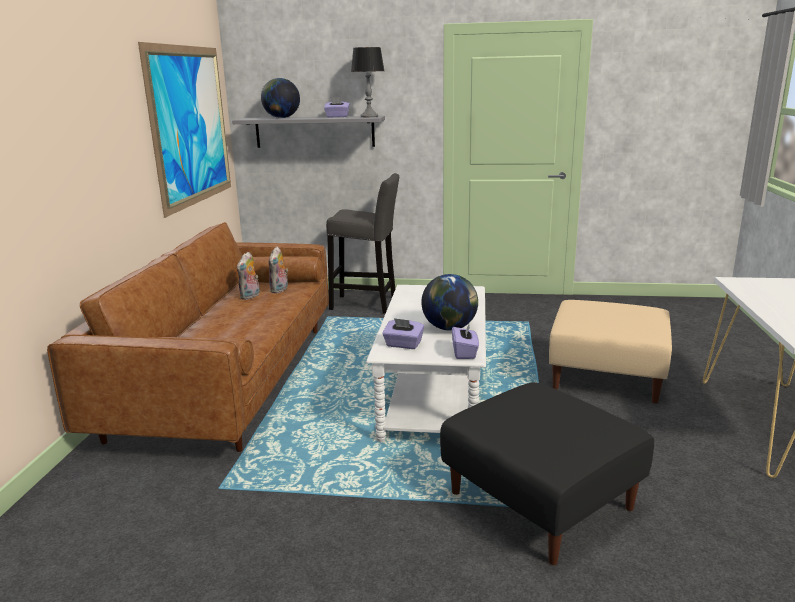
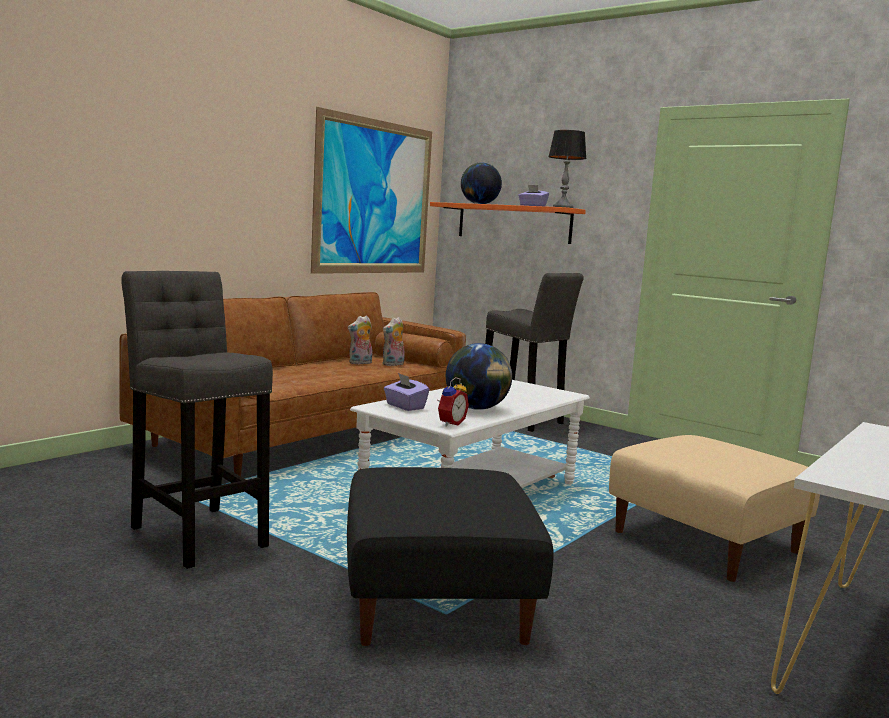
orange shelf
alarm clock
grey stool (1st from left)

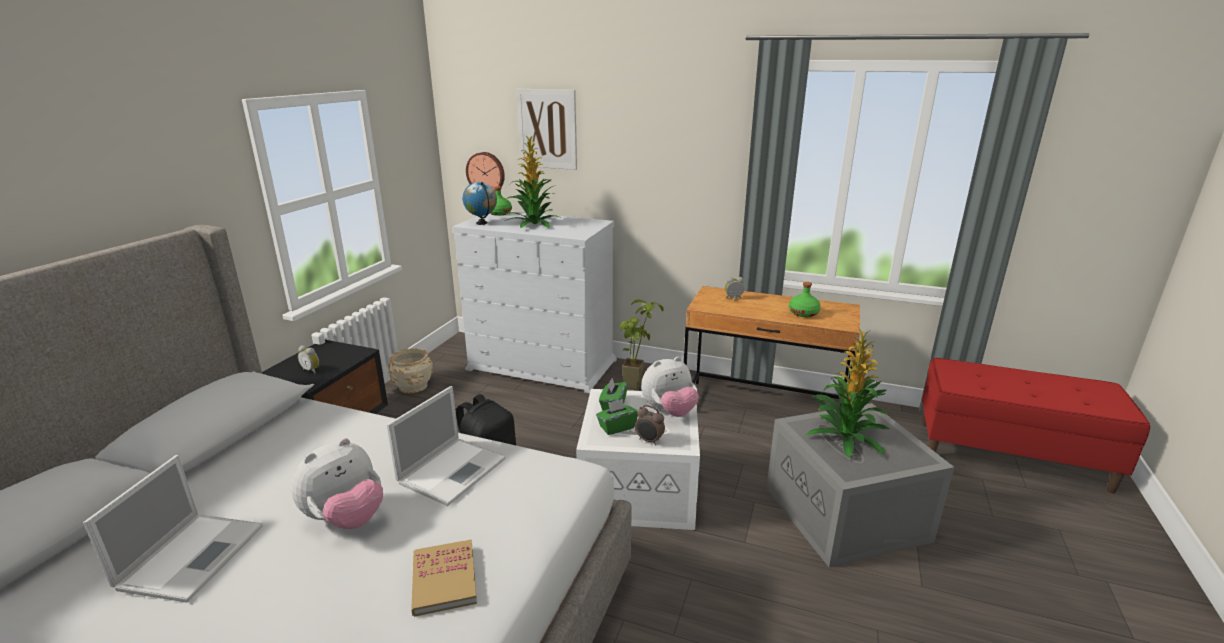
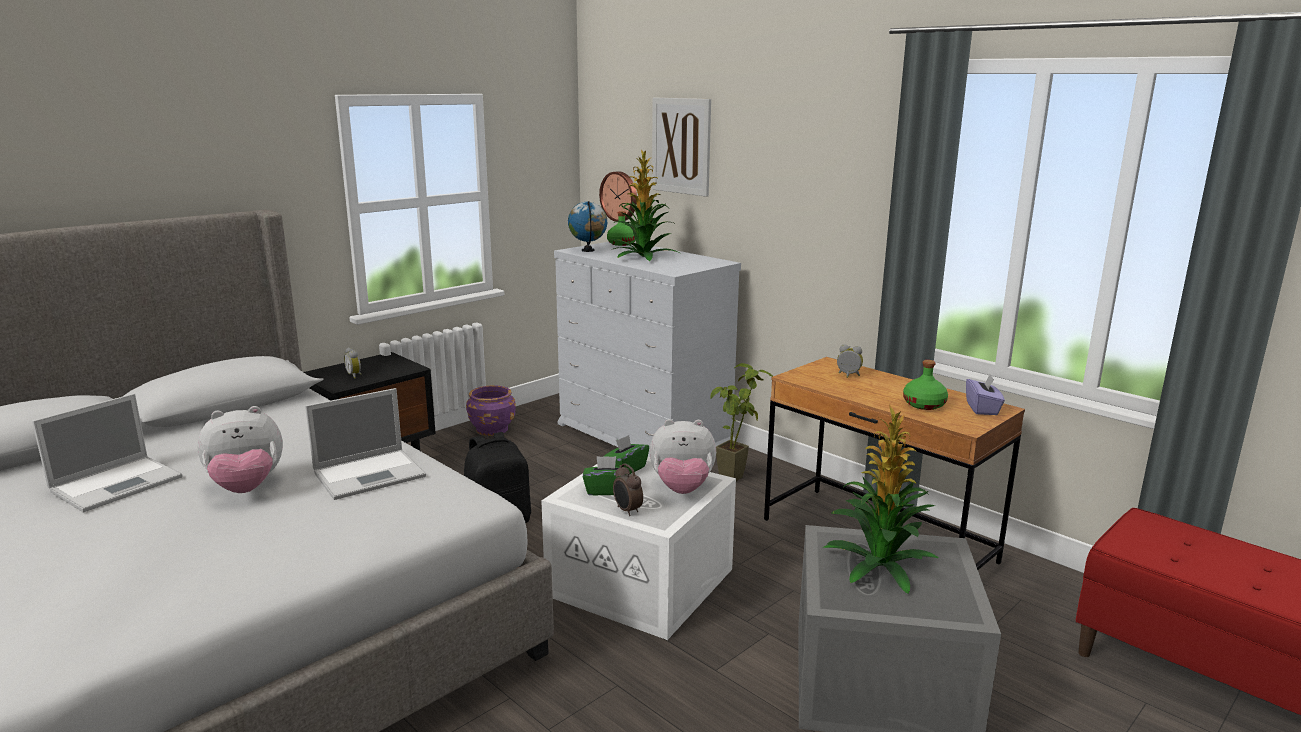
purple planter
book
purple tissue box

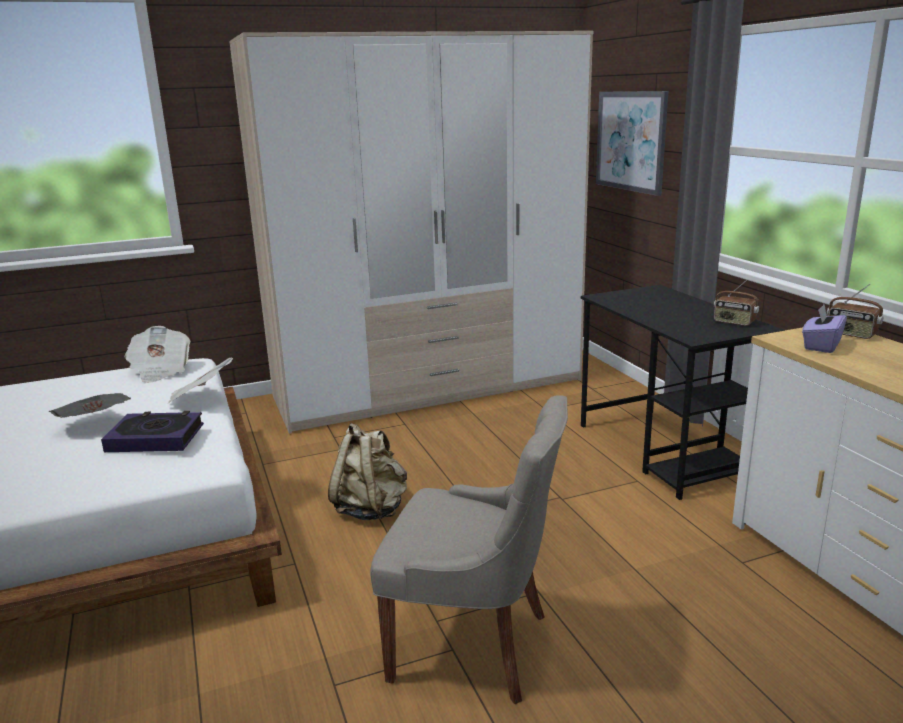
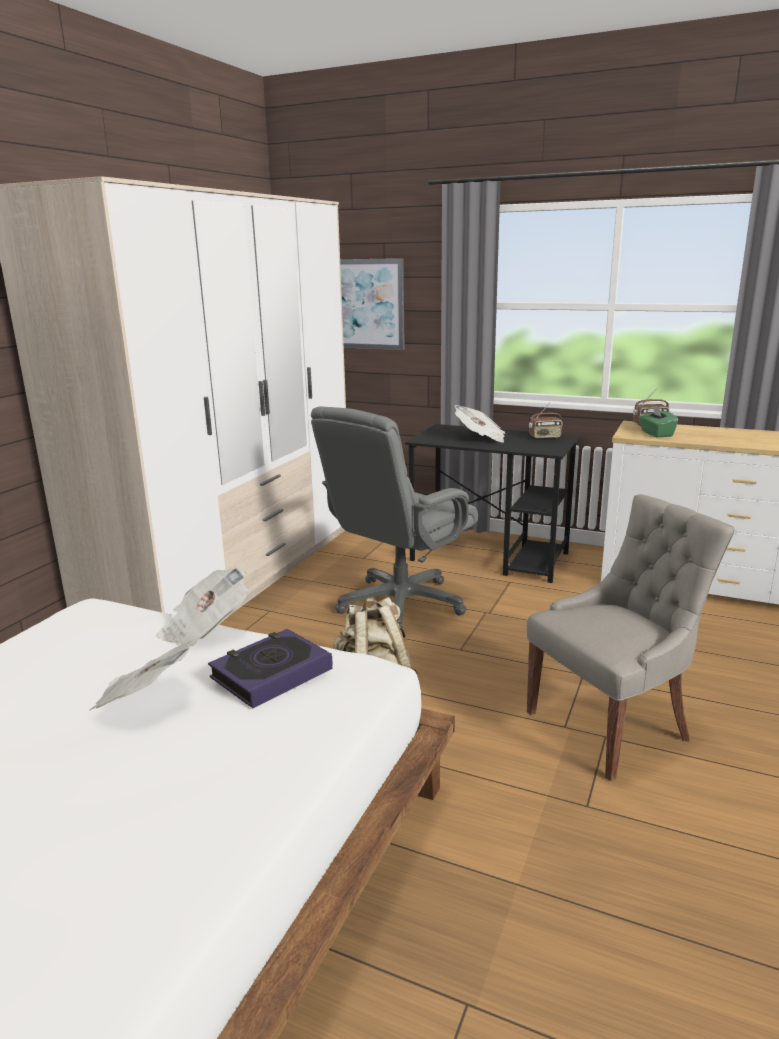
newspaper (3rd from left)
green tissue box
grey office chair

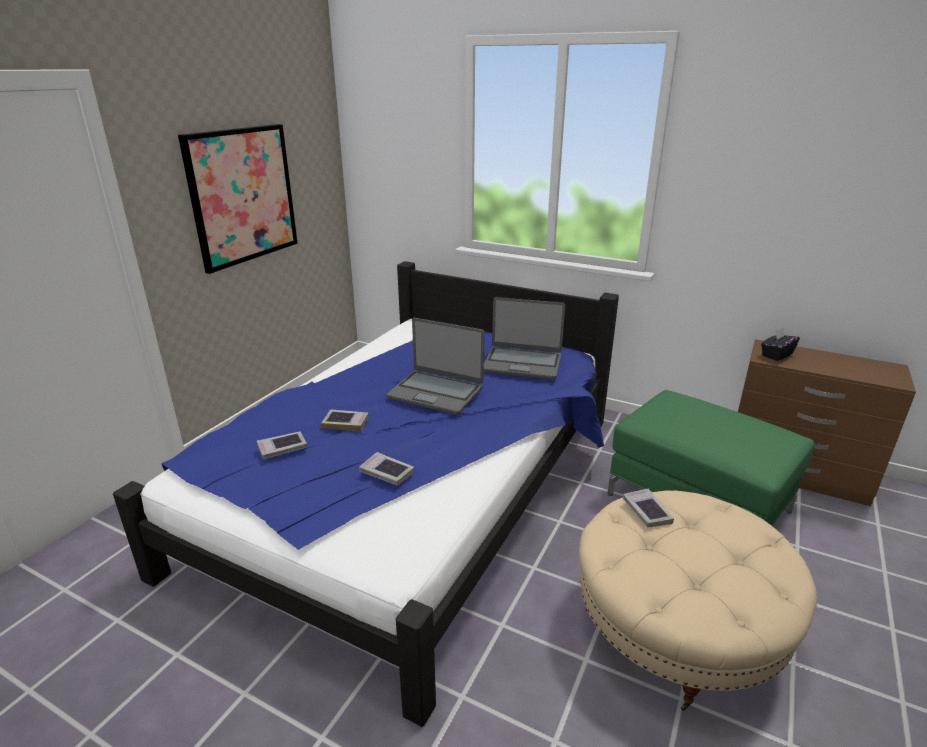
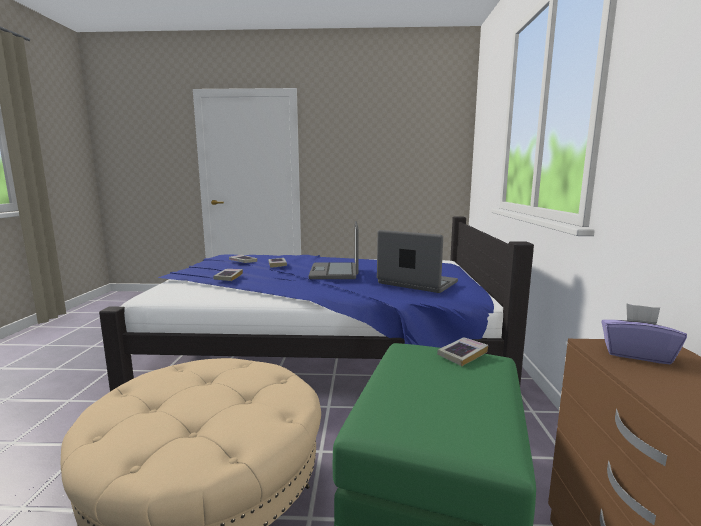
picture
laptop (2nd from left)
book (4th from left)
purple tissue box

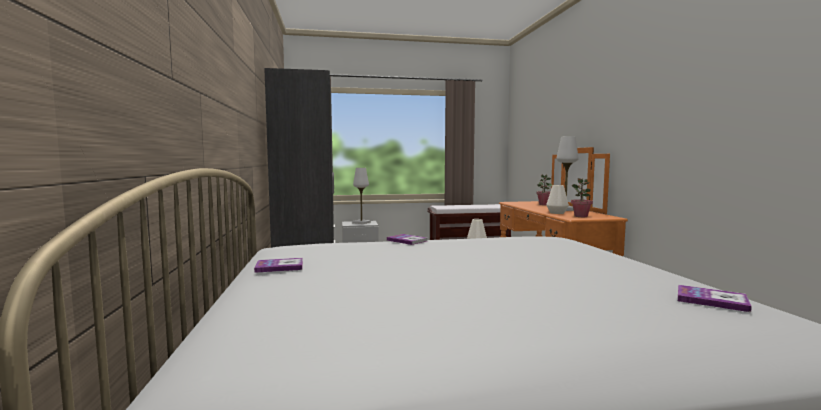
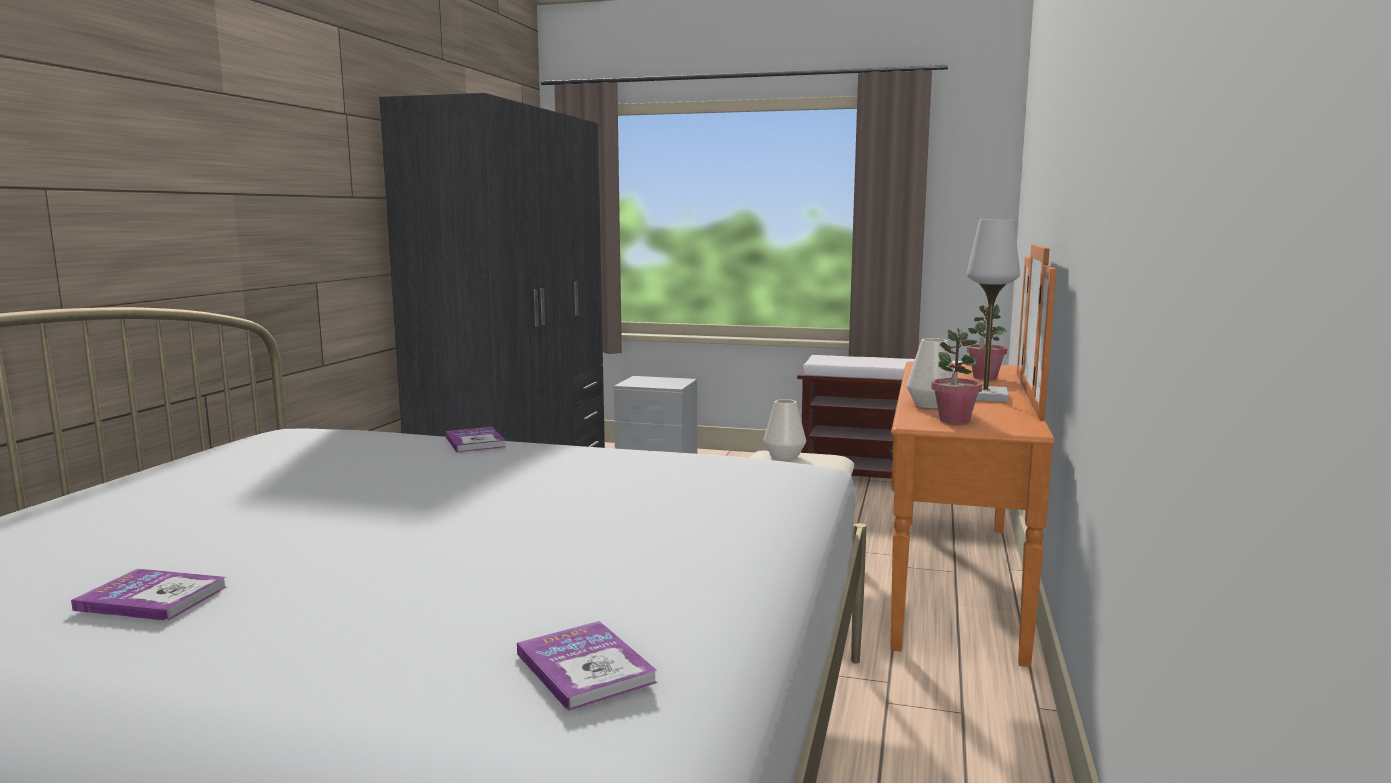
book (1st from left)
white table lamp (1st from left in the first image)

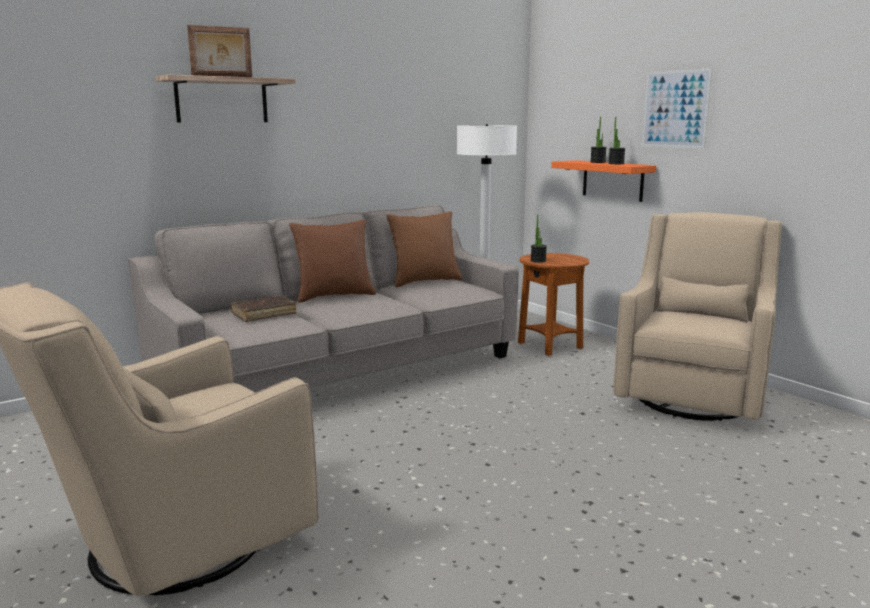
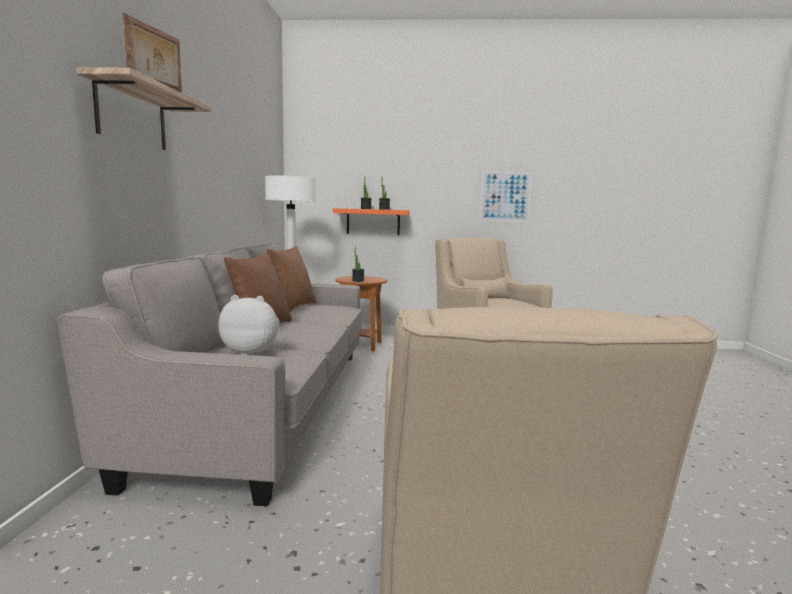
plush toy
picture

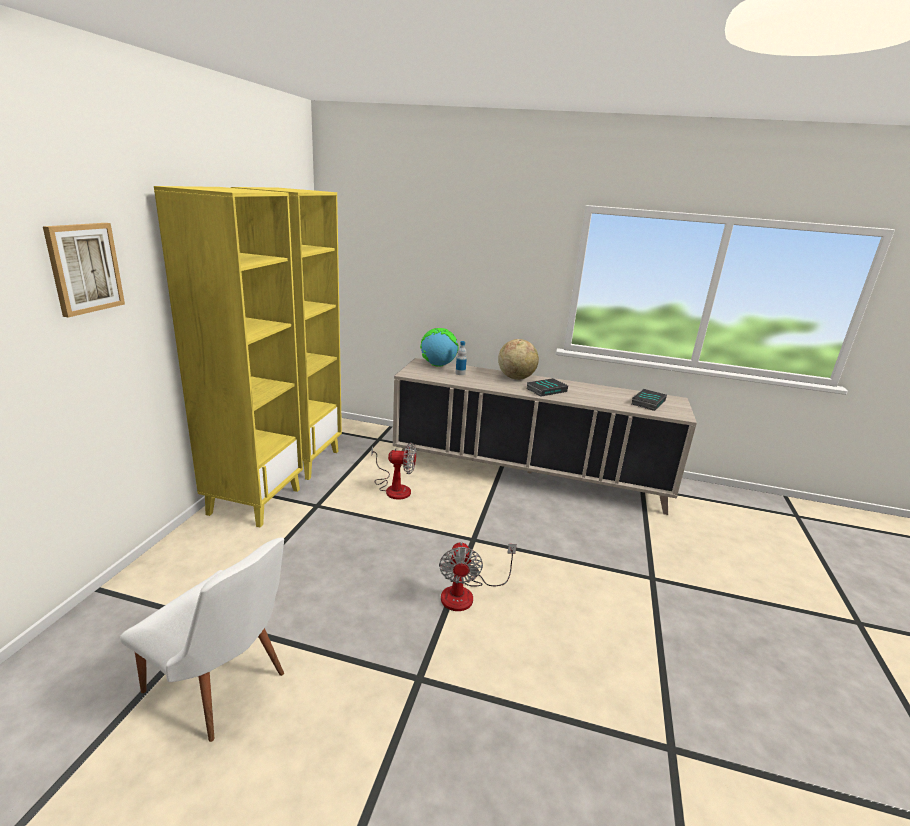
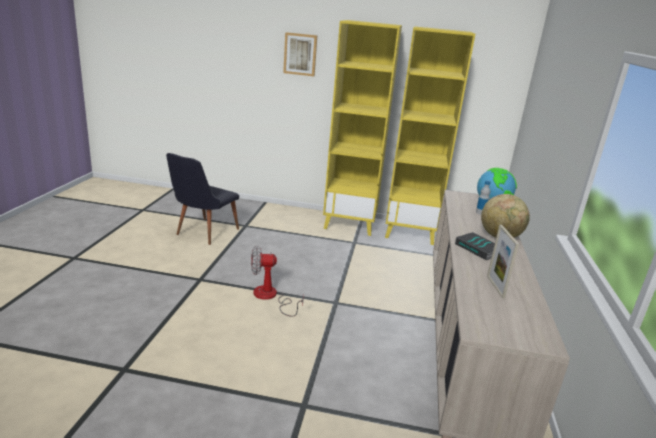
black chair
fan (1st from left in the first image)
book (2nd from left in the first image)
picture frame

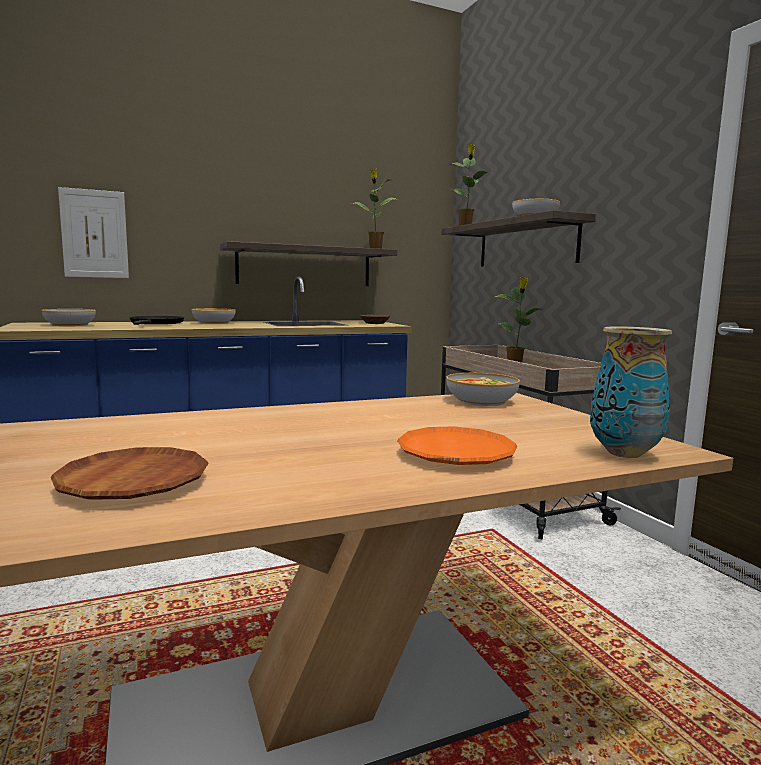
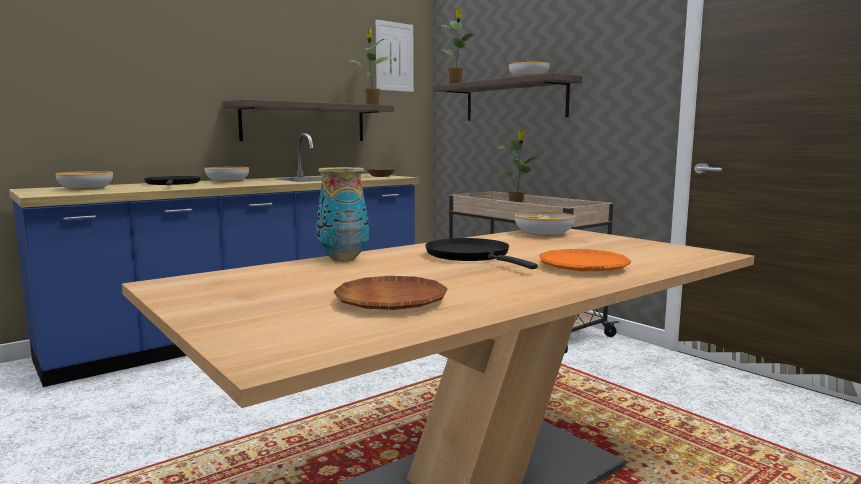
picture
vase
black frying pan (2nd from left)

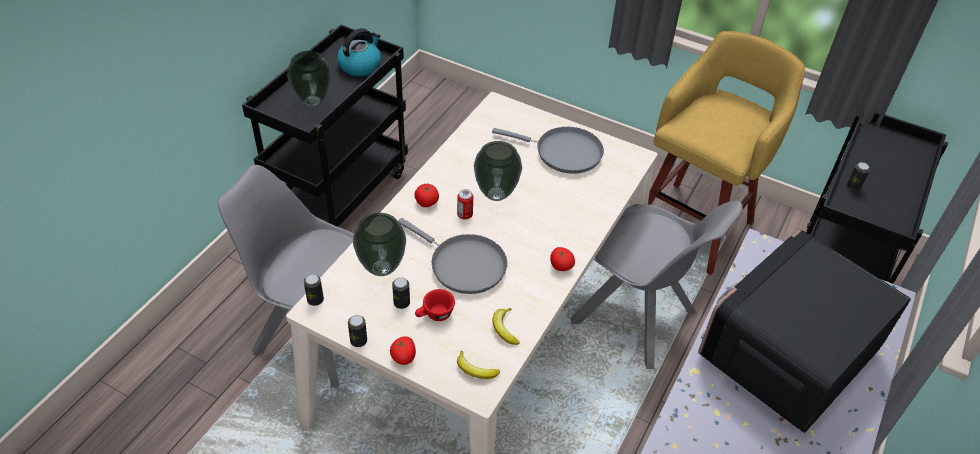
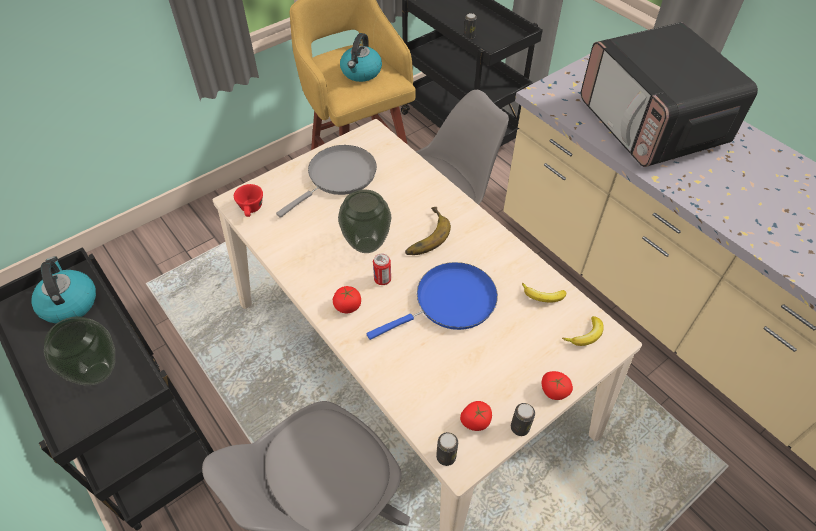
vase (2nd from left in the first image)
can (3rd from left in the first image)
blue frying pan
red cup
tomato (2nd from left)
kettle (2nd from left)
banana (1st from left)

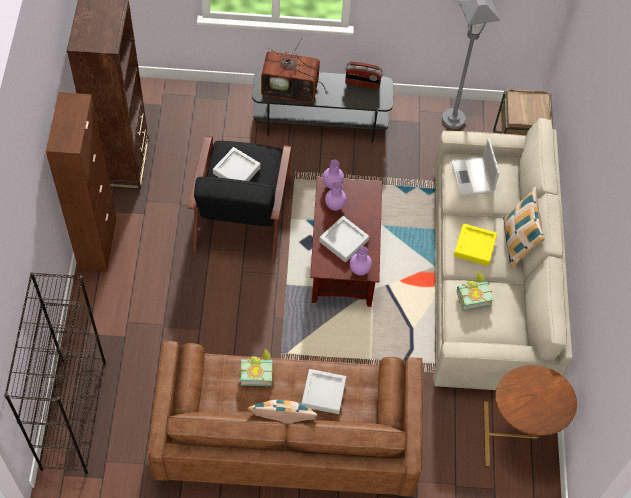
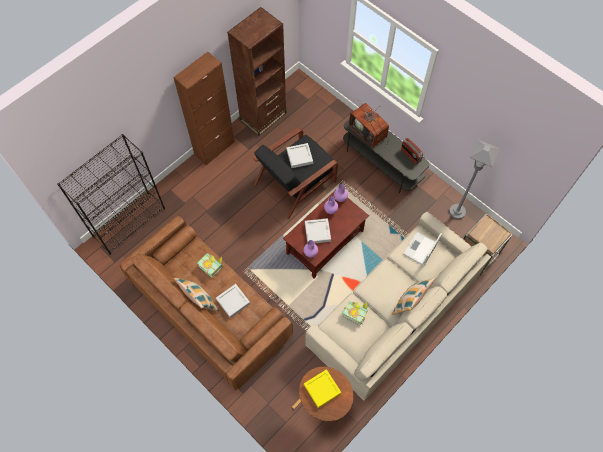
yellow tray

